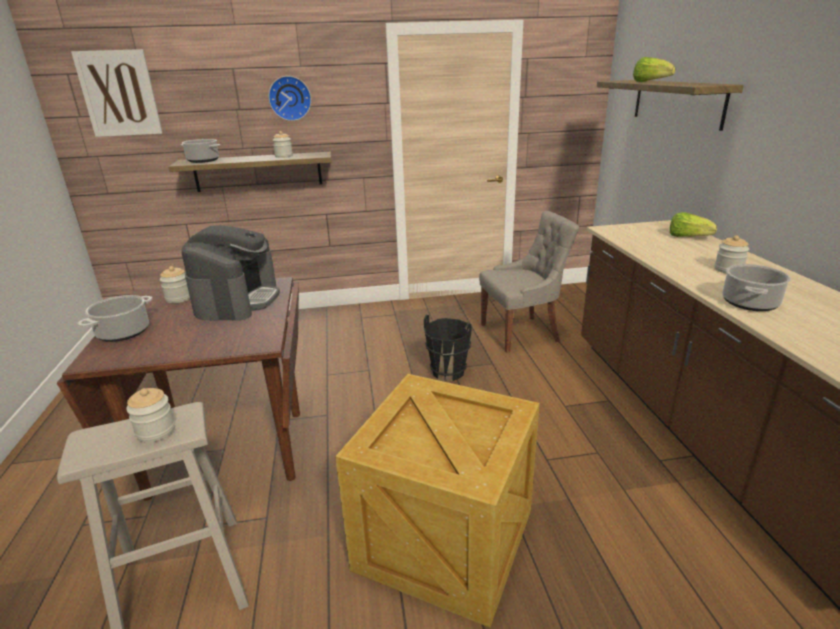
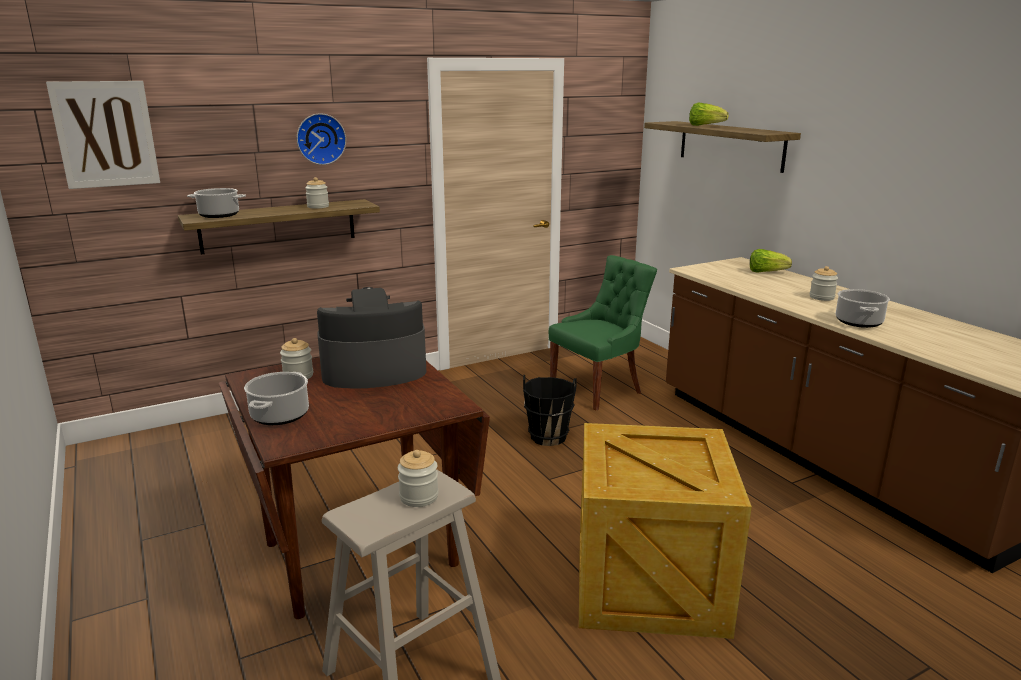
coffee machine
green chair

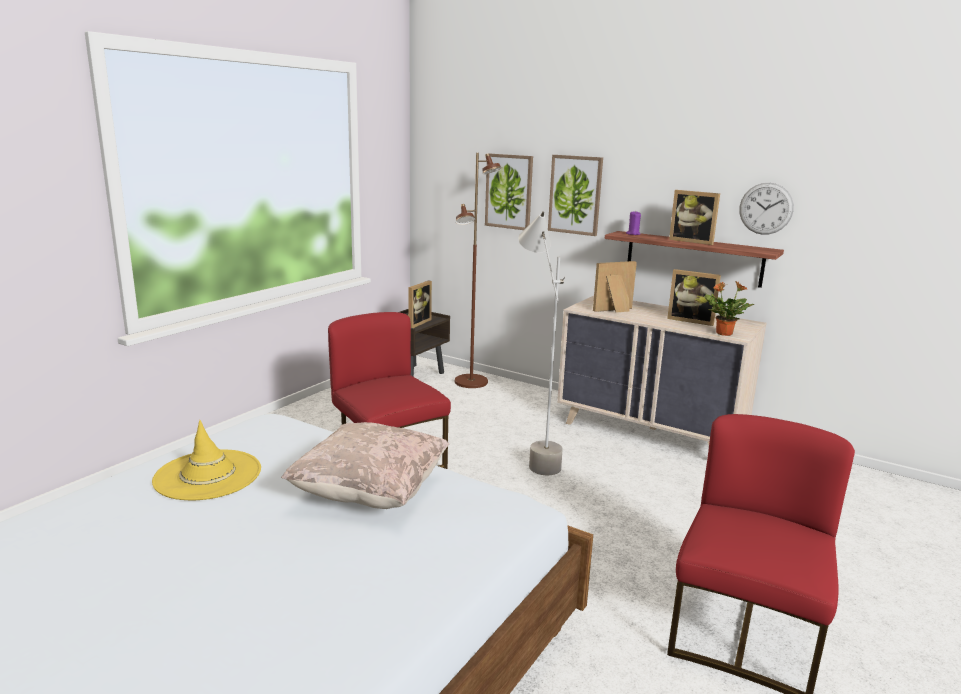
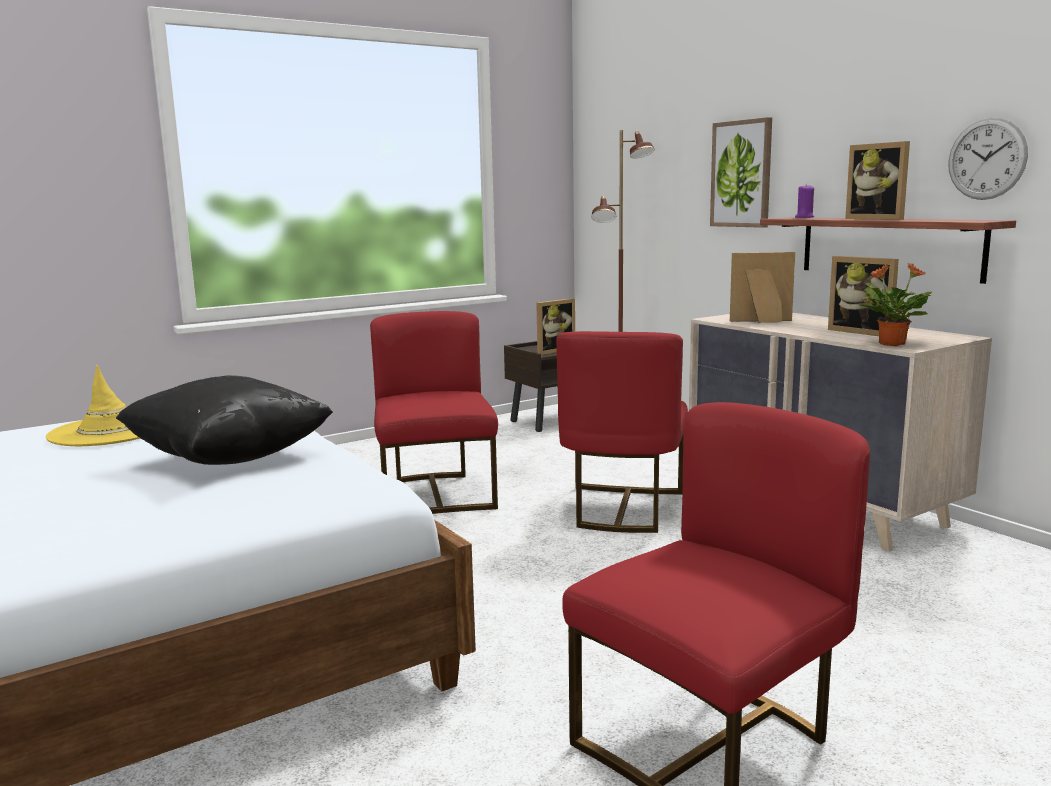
black pillow
picture (1st from left in the first image)
red chair (2nd from left)

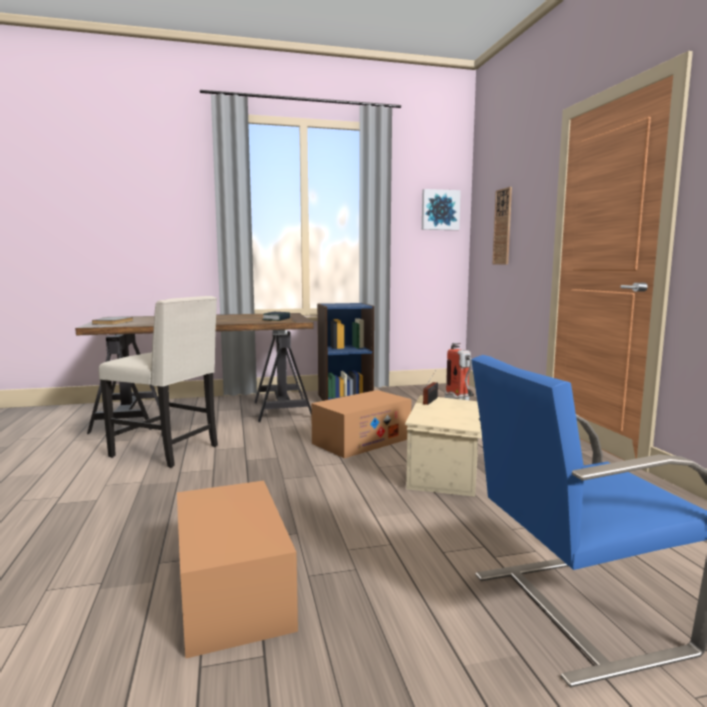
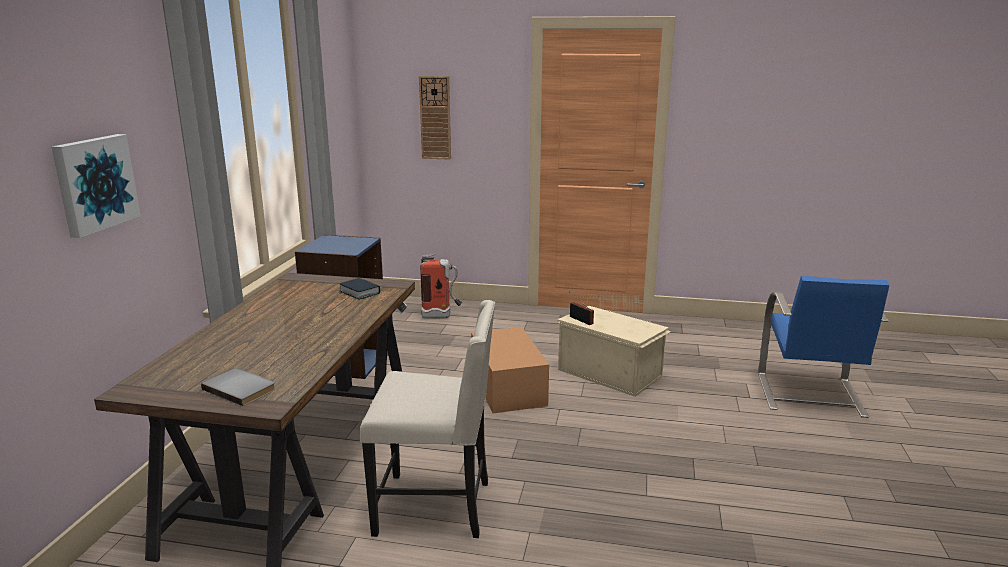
beige chair
cardboard box (1st from left in the first image)
picture

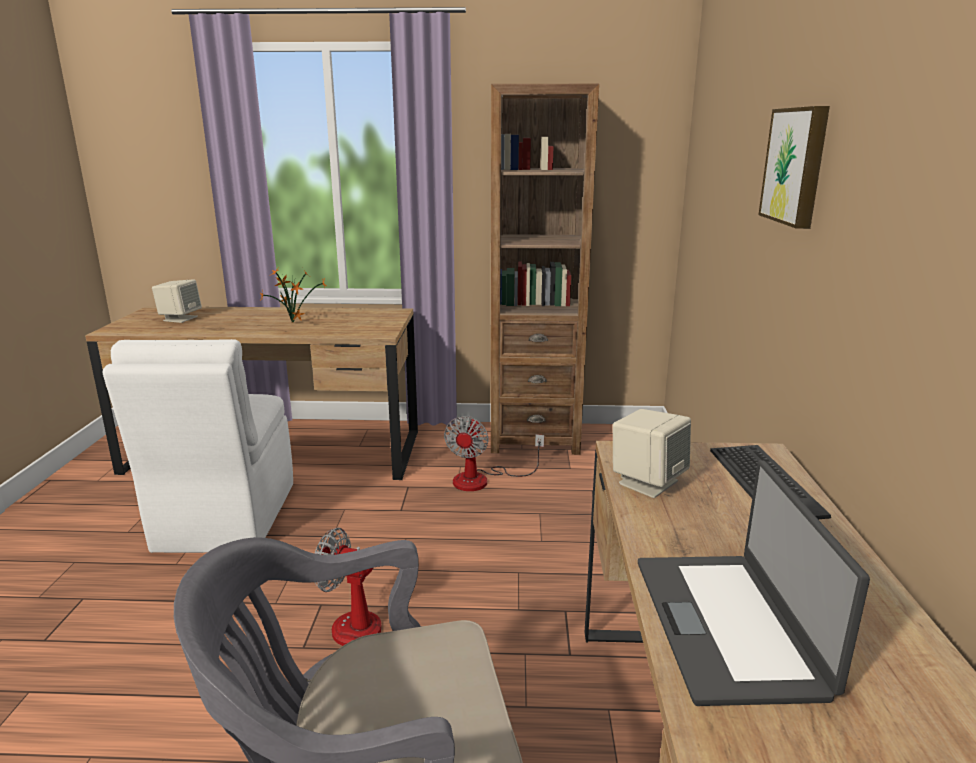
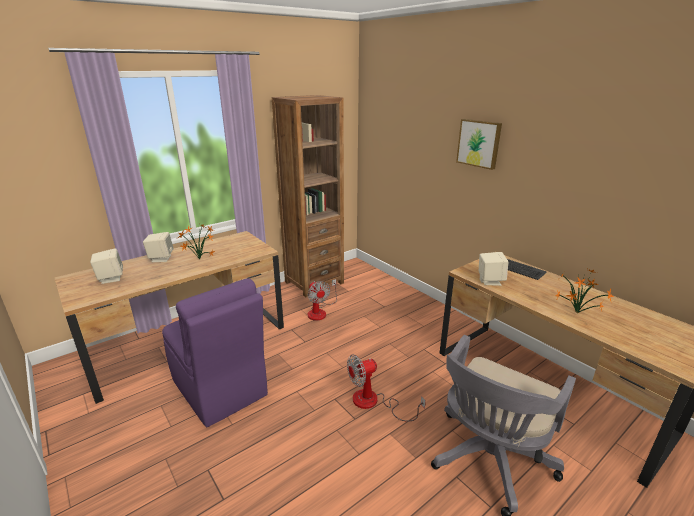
purple chair
potted plant (2nd from left)
beige speaker (2nd from left)

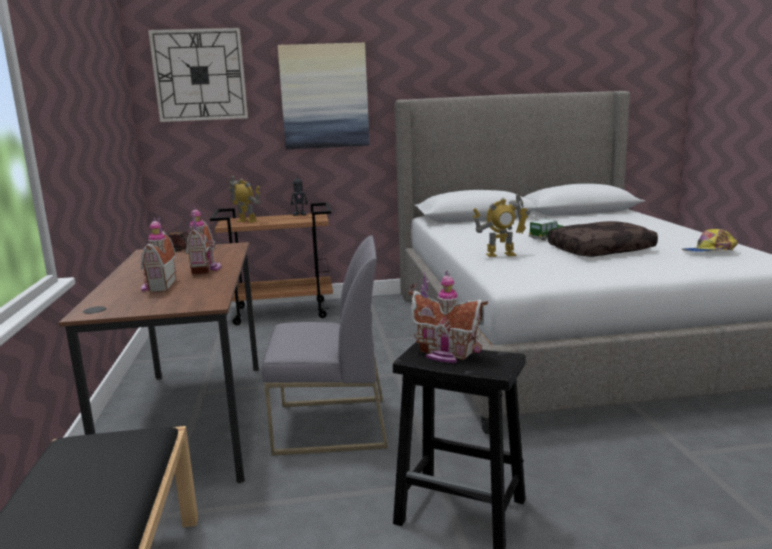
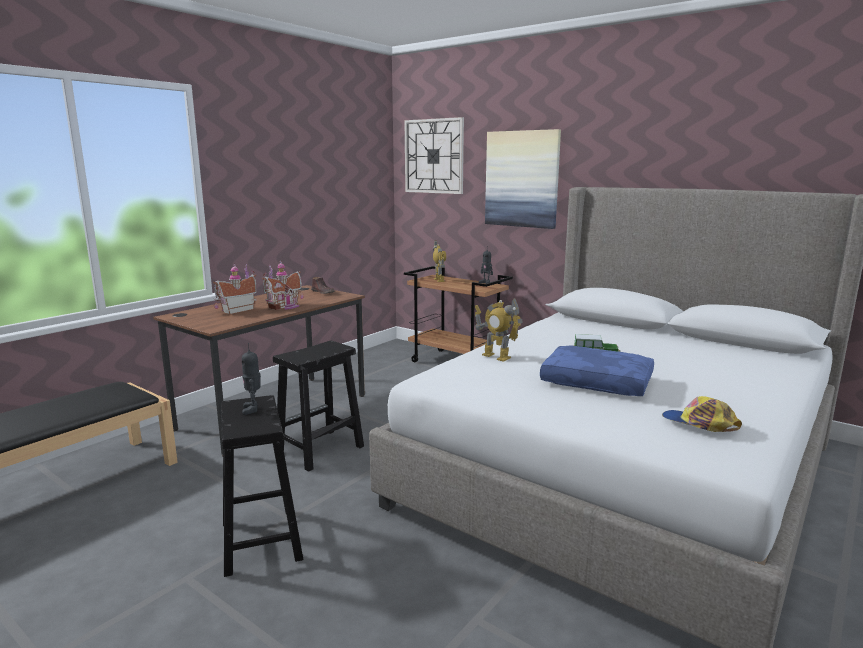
black stool (2nd from left)
toy robot (1st from left)
blue pillow

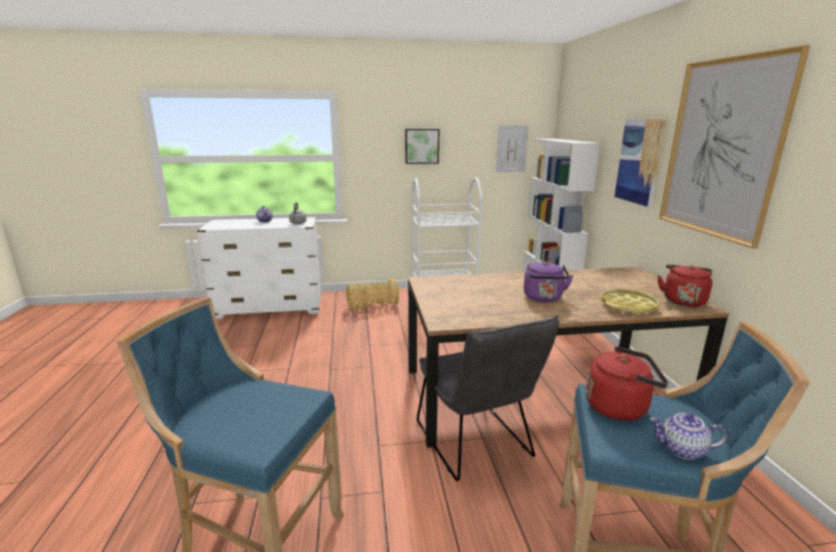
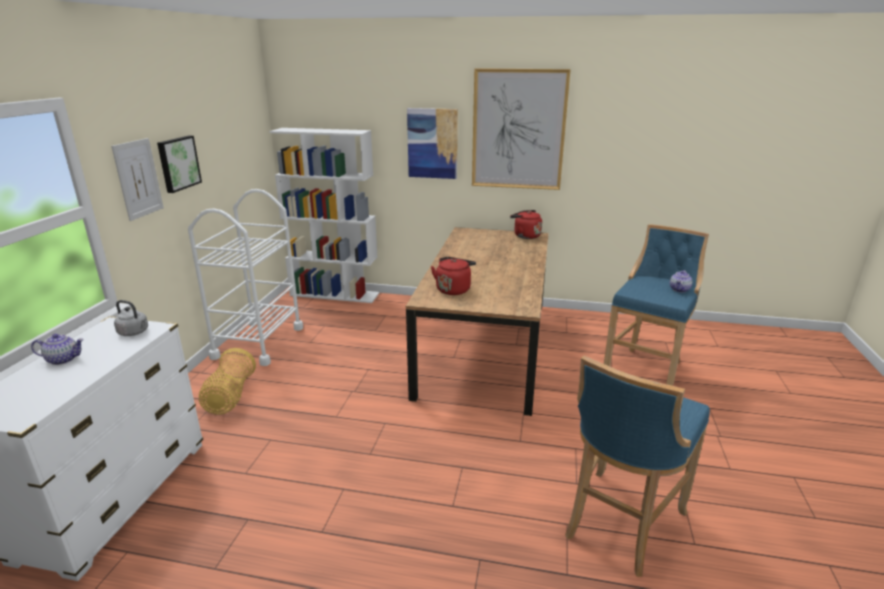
grey chair
picture (1st from left)
purple kettle
red kettle (1st from left)
yellow tray

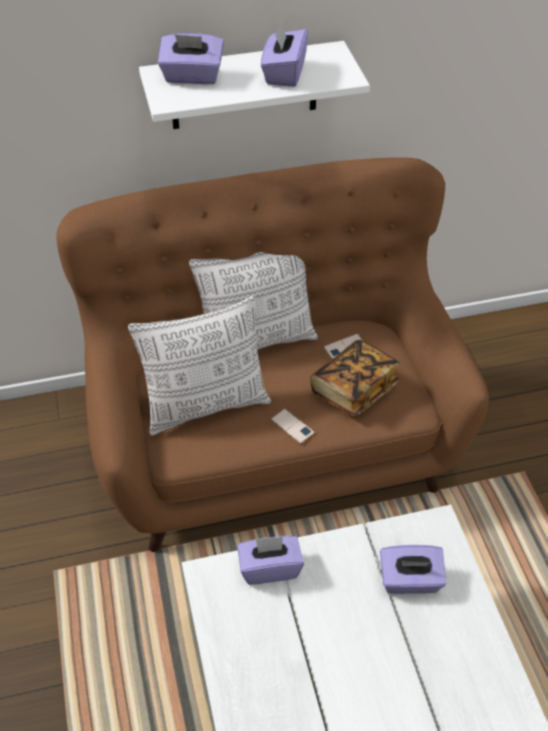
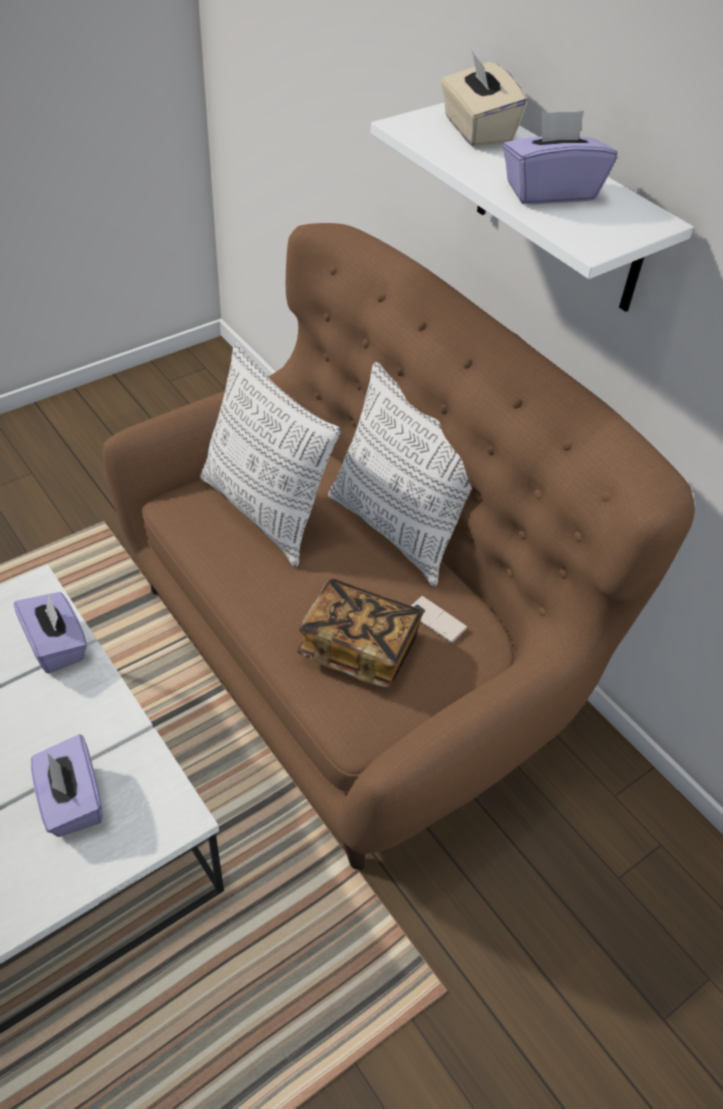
beige tissue box
phone (1st from left in the first image)

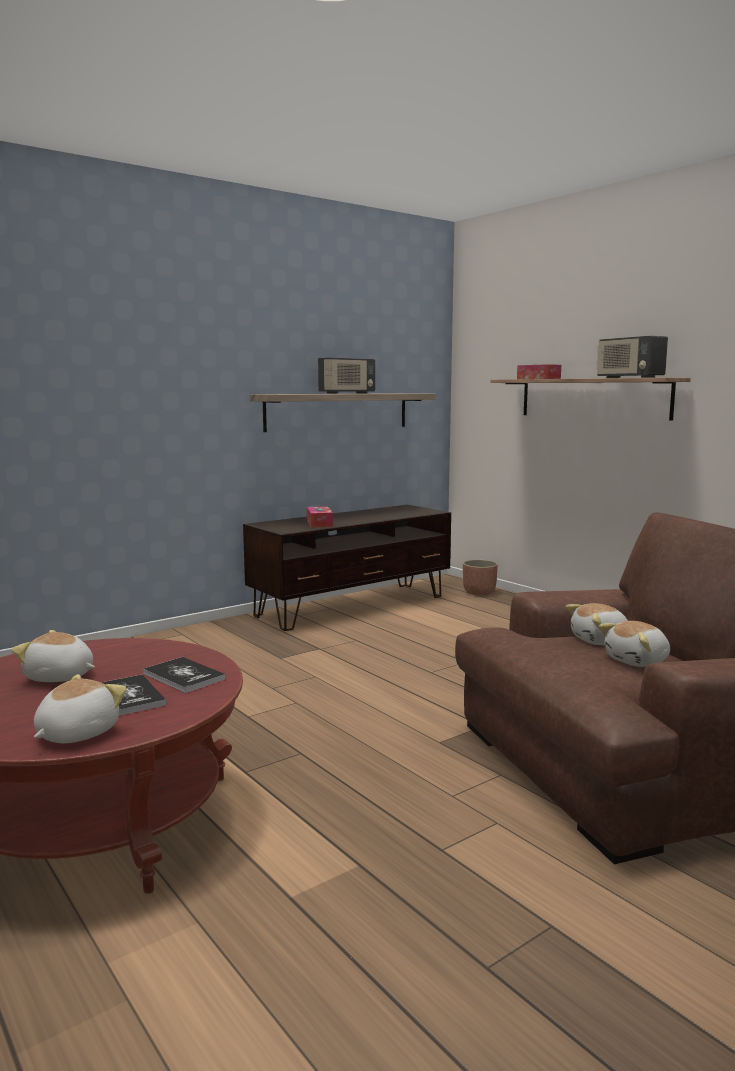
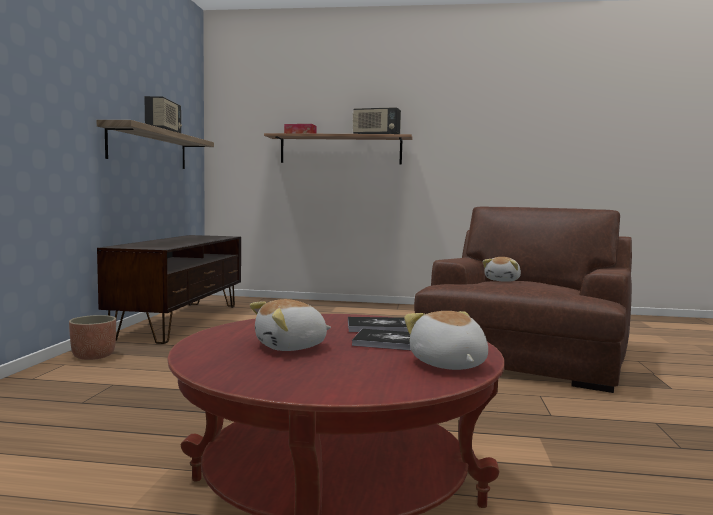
tissue box (1st from left in the first image)
planter
plush toy (4th from left in the first image)

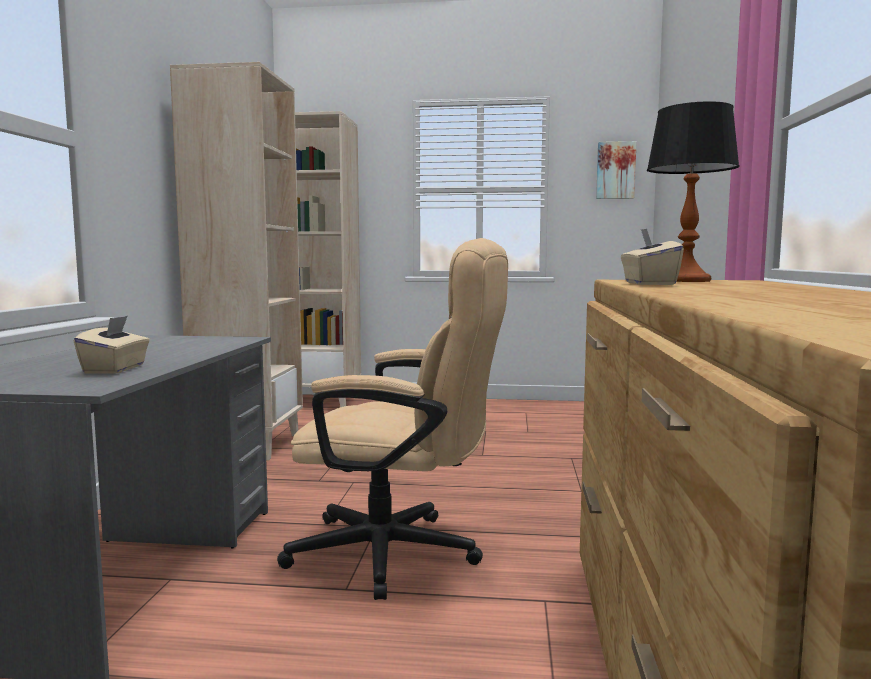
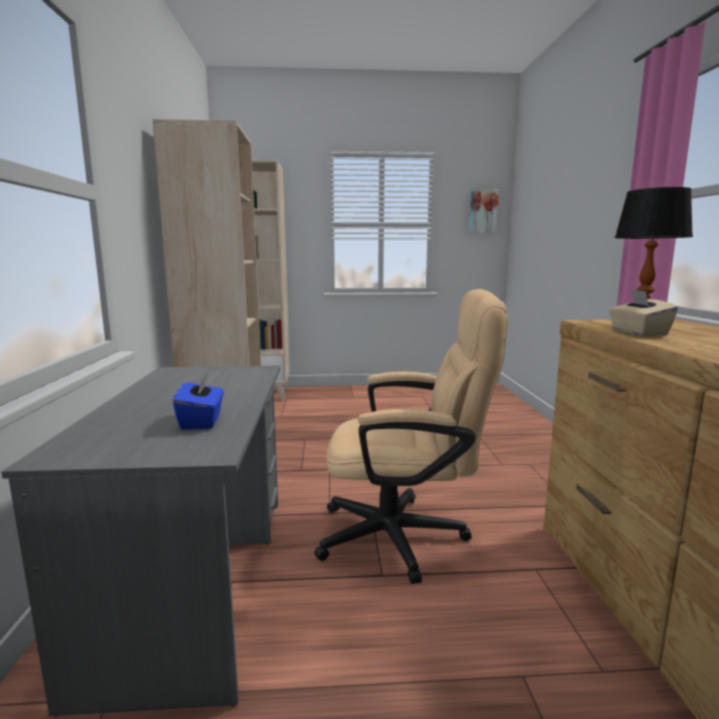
blue tissue box

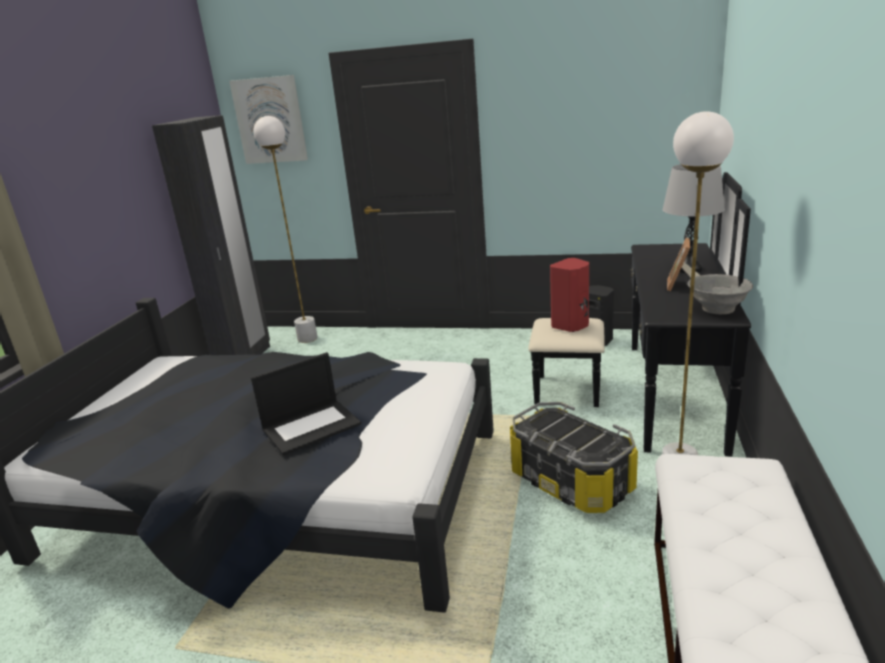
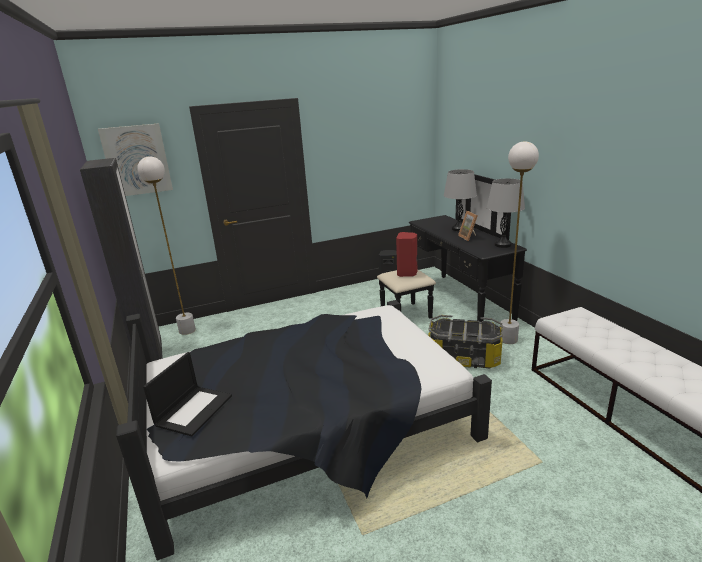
laptop
grey table lamp (2nd from left)

